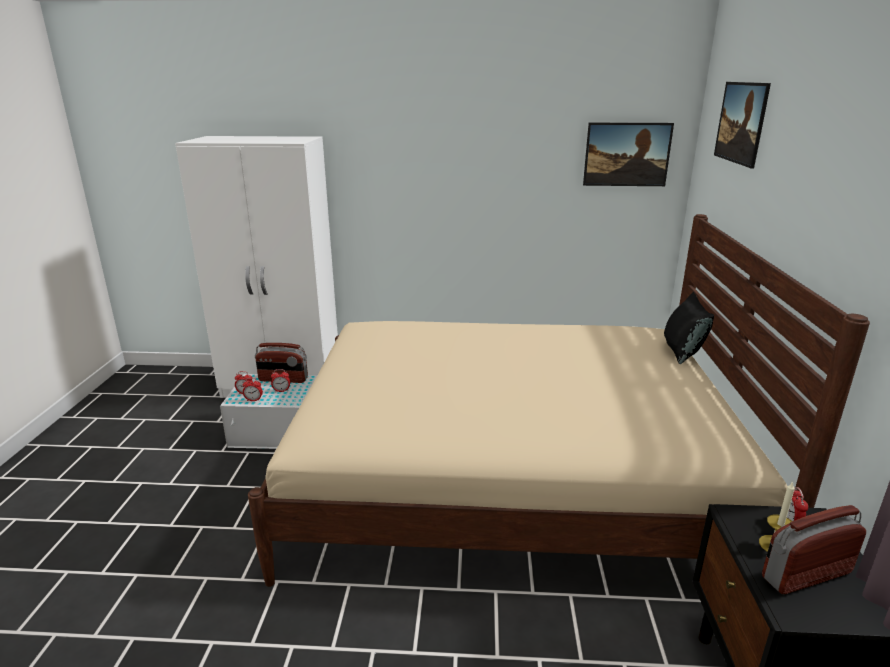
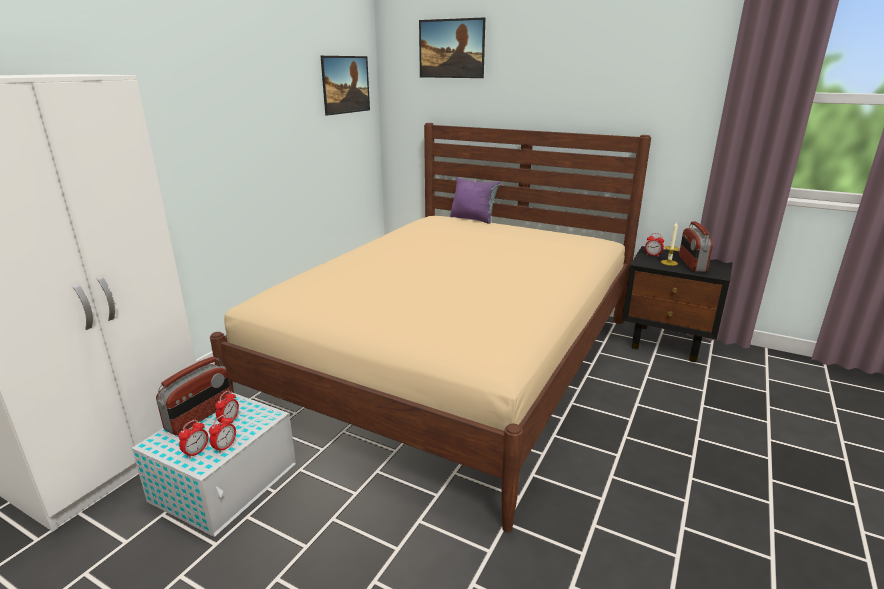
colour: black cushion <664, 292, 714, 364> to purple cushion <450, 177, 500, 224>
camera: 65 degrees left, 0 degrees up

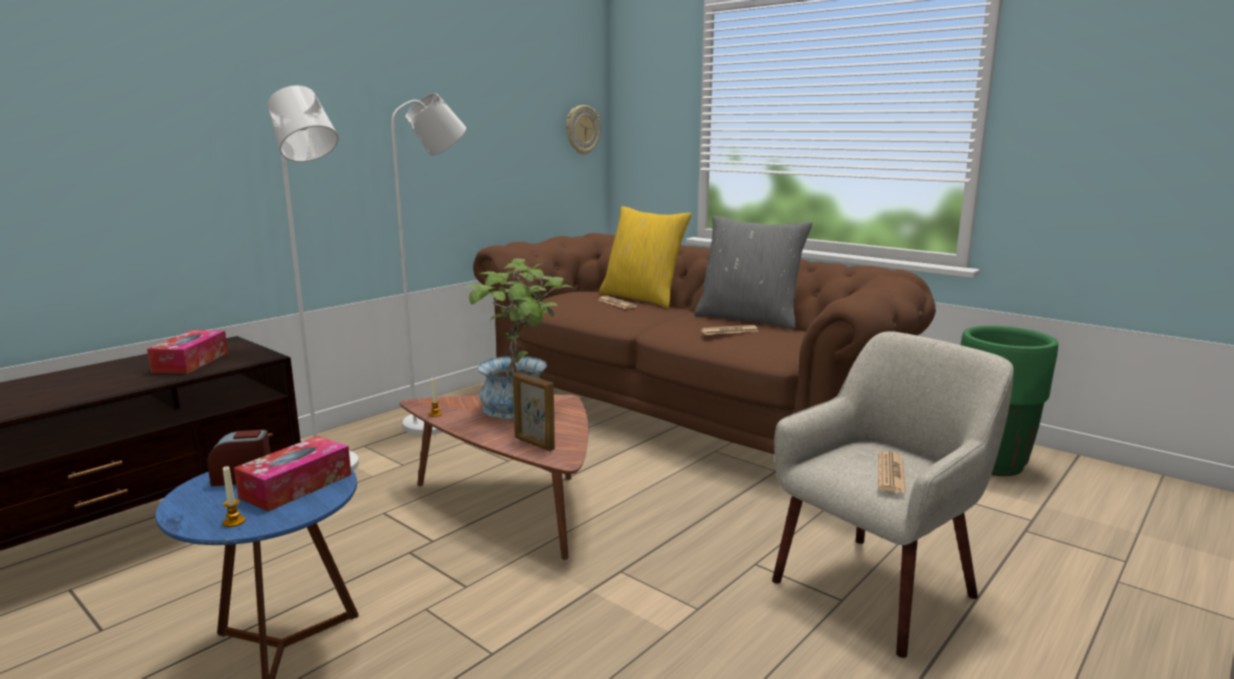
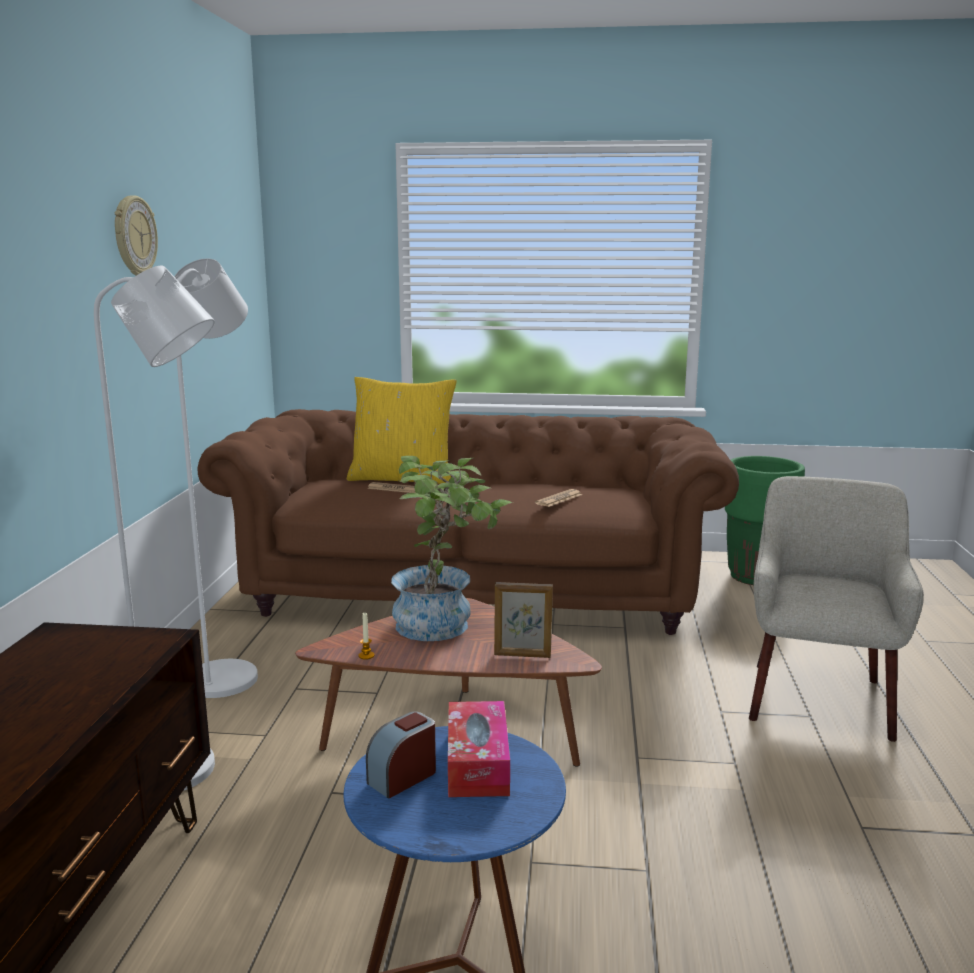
missing: box of tissues <147, 330, 228, 374>; wax candle <222, 466, 246, 527>; grey cushion <694, 216, 812, 329>; printed paper <878, 451, 906, 493>
relocated: wall clock <566, 105, 601, 155> to <115, 195, 158, 275>
camera: 35 degrees left, 0 degrees up

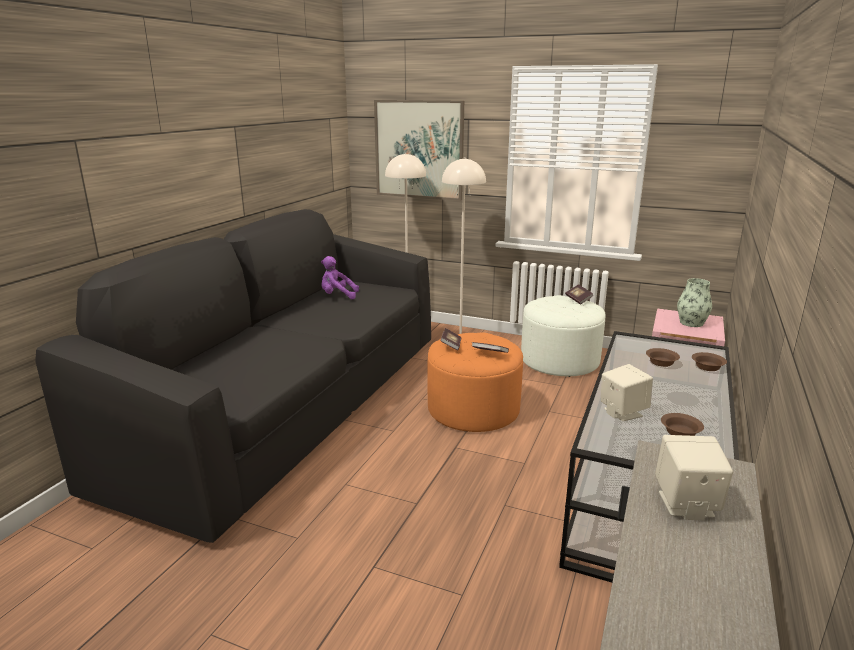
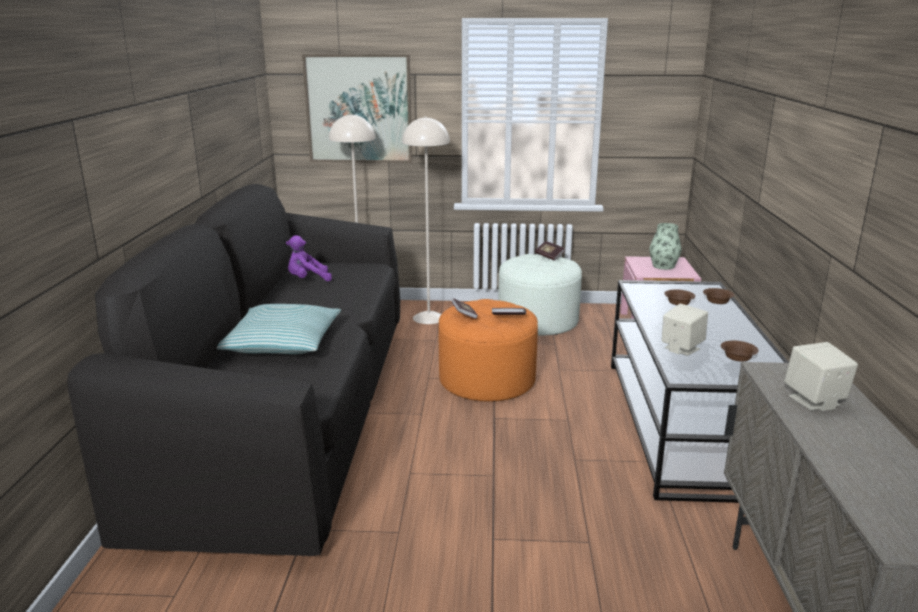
appeared: cushion <217, 304, 341, 354>
camera: 20 degrees left, 0 degrees up

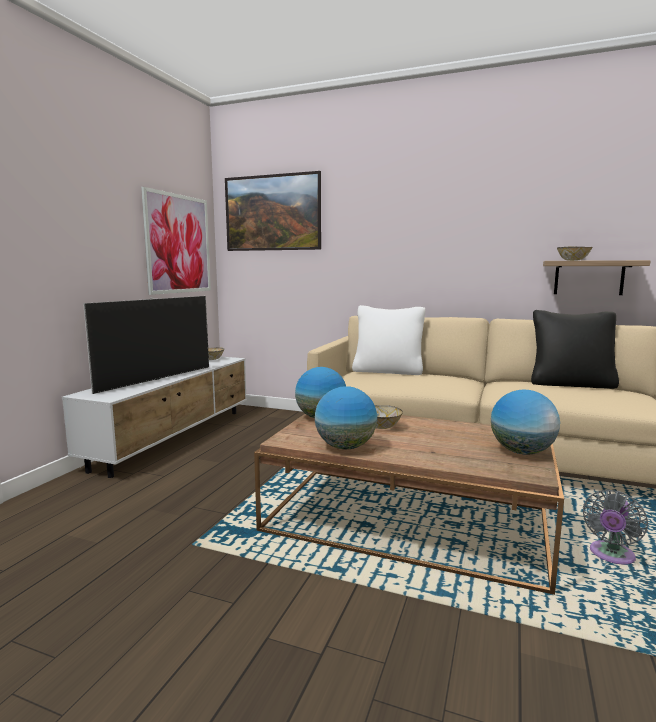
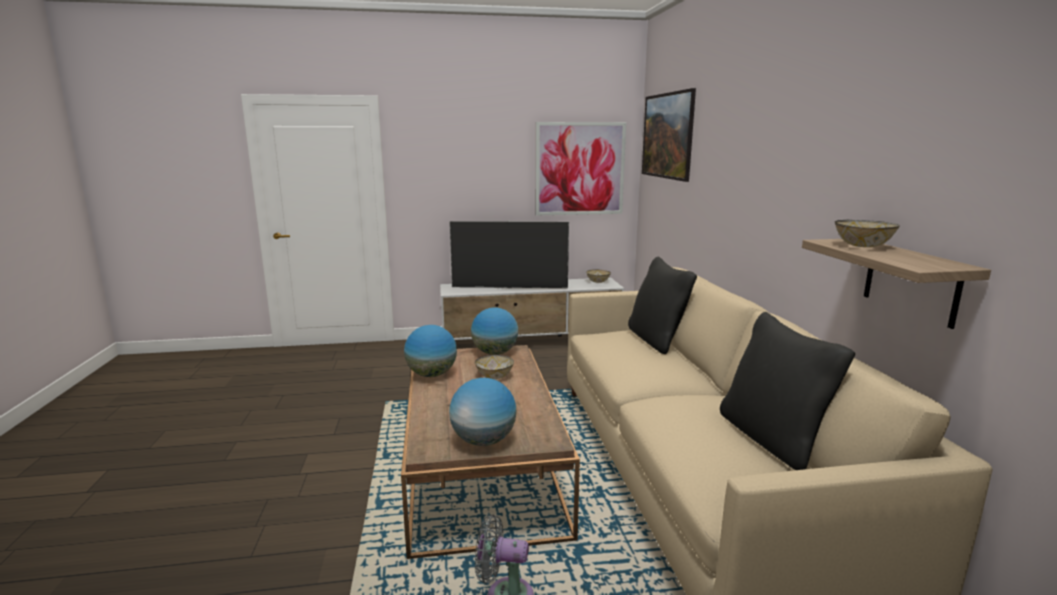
colour: white cushion <352, 305, 425, 375> to black cushion <628, 257, 697, 354>
camera: 60 degrees right, 5 degrees up

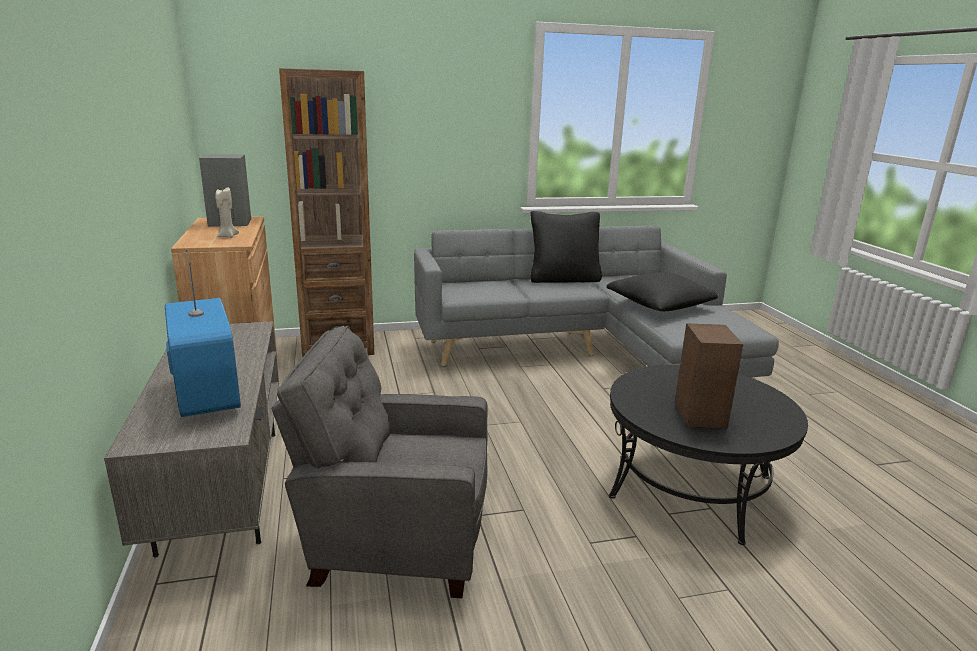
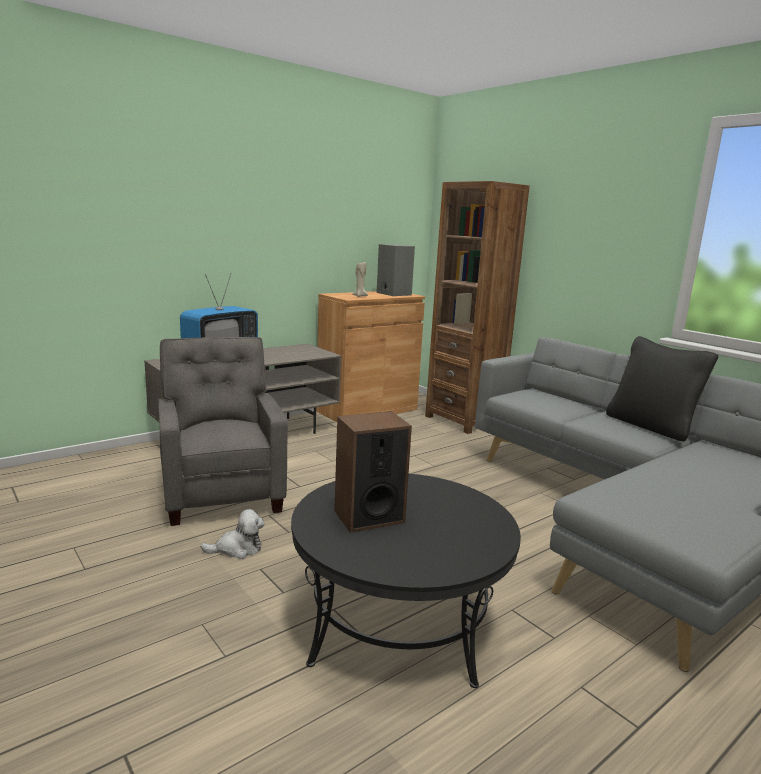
missing: black cushion <606, 272, 718, 311>
appeared: cuddly toy <201, 509, 265, 559>
camera: 65 degrees right, 5 degrees down

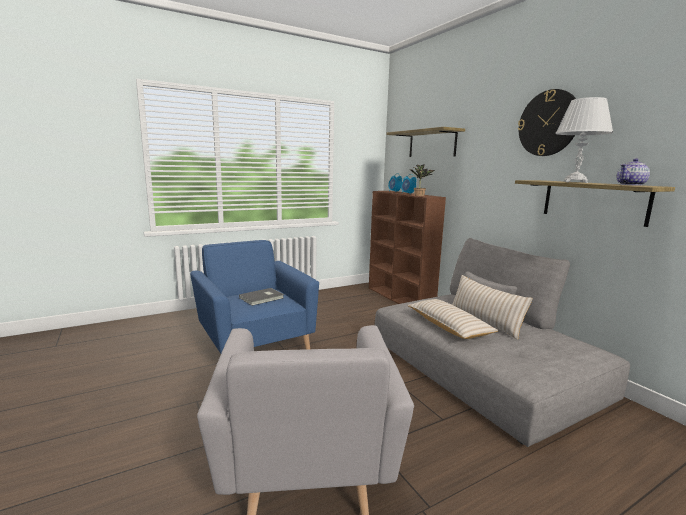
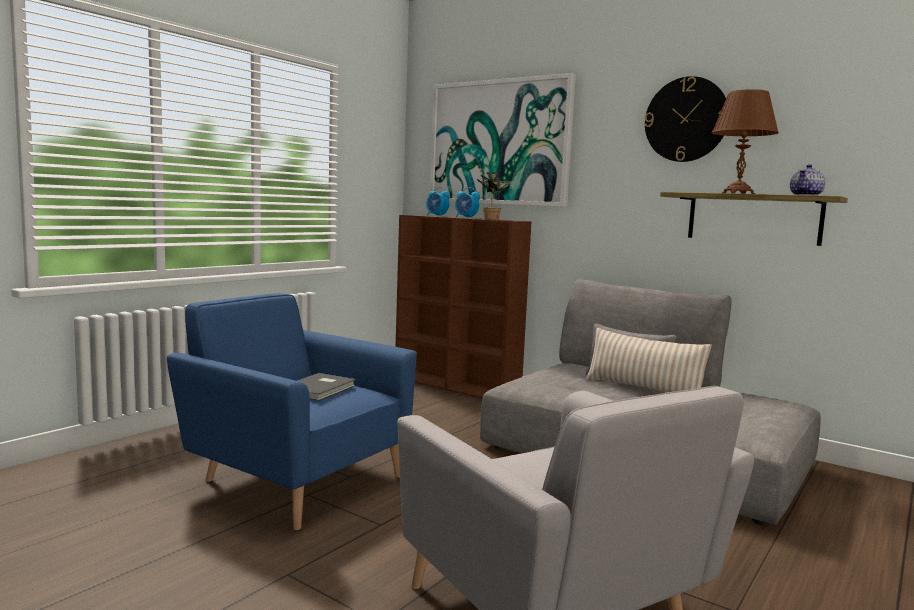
missing: sand-coloured cushion <408, 299, 498, 339>
exchanged: shelf <386, 127, 465, 157> to wall picture <430, 73, 576, 207>
colour: white table lamp <555, 97, 613, 183> to brown-coloured table lamp <711, 89, 779, 194>
camera: 25 degrees left, 5 degrees down

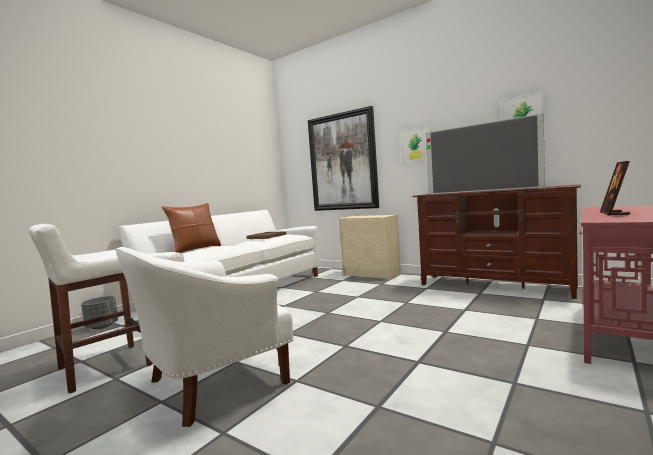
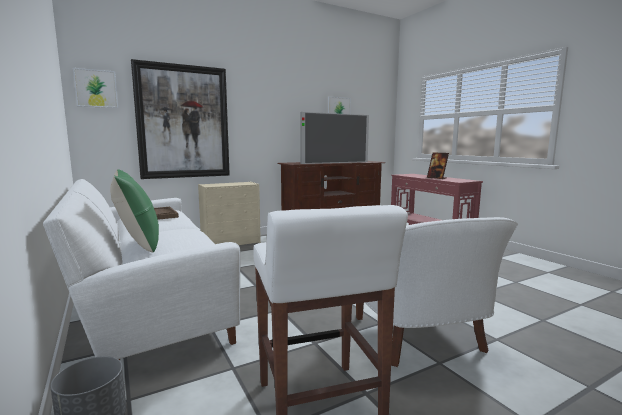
relocated: wall picture <400, 126, 431, 162> to <73, 68, 118, 108>
colour: brown-coloured cushion <161, 203, 221, 253> to greenish cushion <110, 169, 159, 253>
camera: 65 degrees left, 5 degrees up

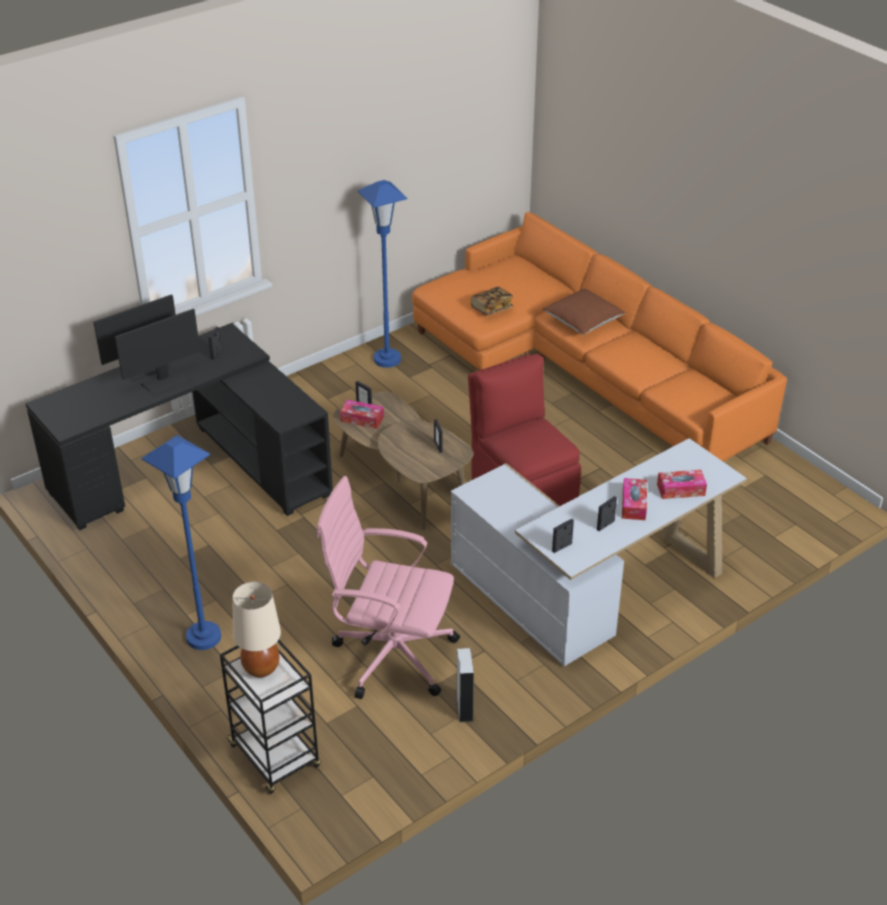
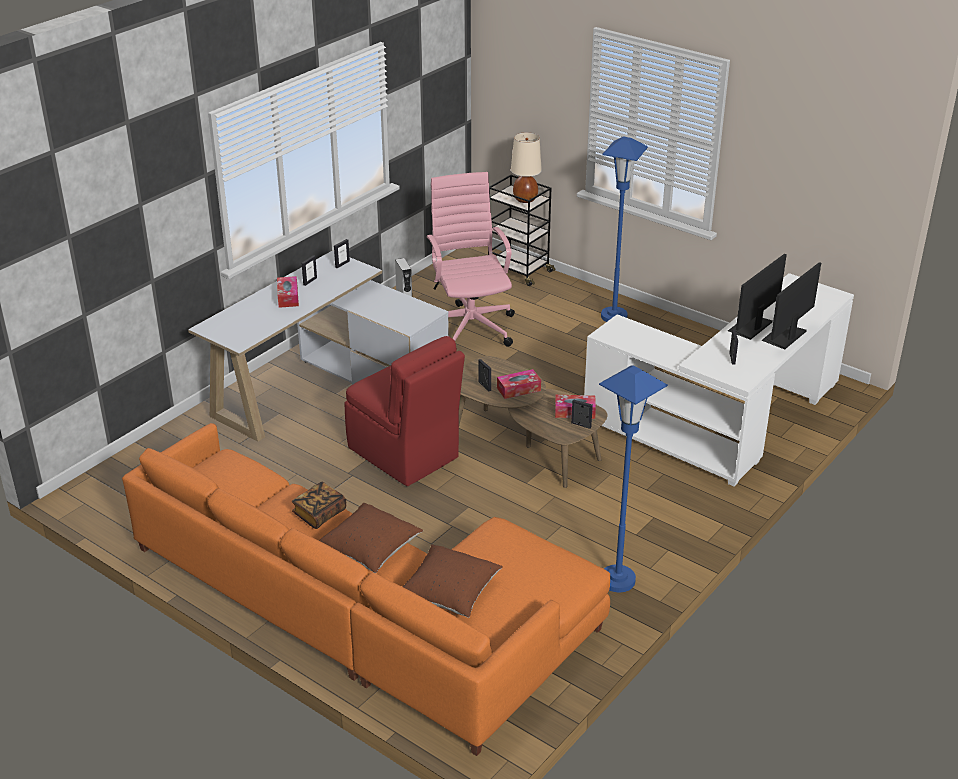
appeared: brown-coloured cushion <403, 545, 503, 618>
relocated: volume <471, 287, 513, 315> to <292, 482, 346, 529>; box of tissues <657, 470, 707, 499> to <497, 369, 541, 399>
colour: black desk unit <25, 323, 333, 530> to white desk unit <584, 273, 854, 487>
spun: pink-coloured computer chair <316, 476, 460, 699> = <427, 172, 515, 347> 105 degrees counterclockwise
camera: 165 degrees right, 5 degrees down

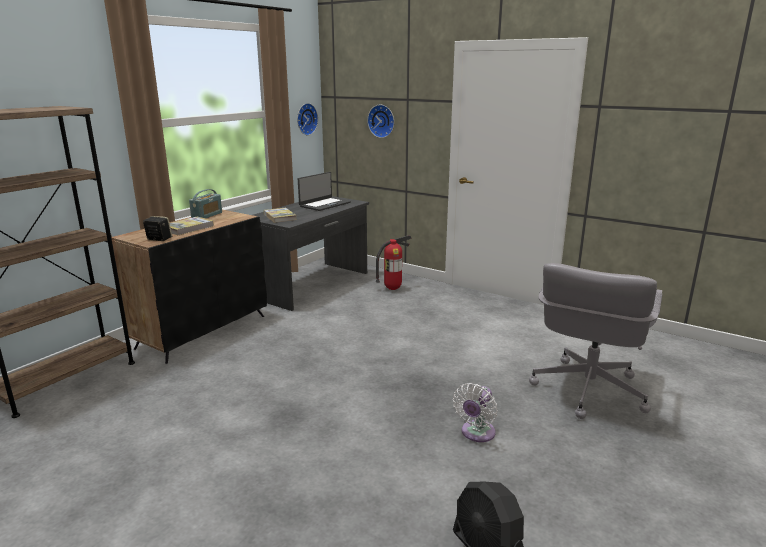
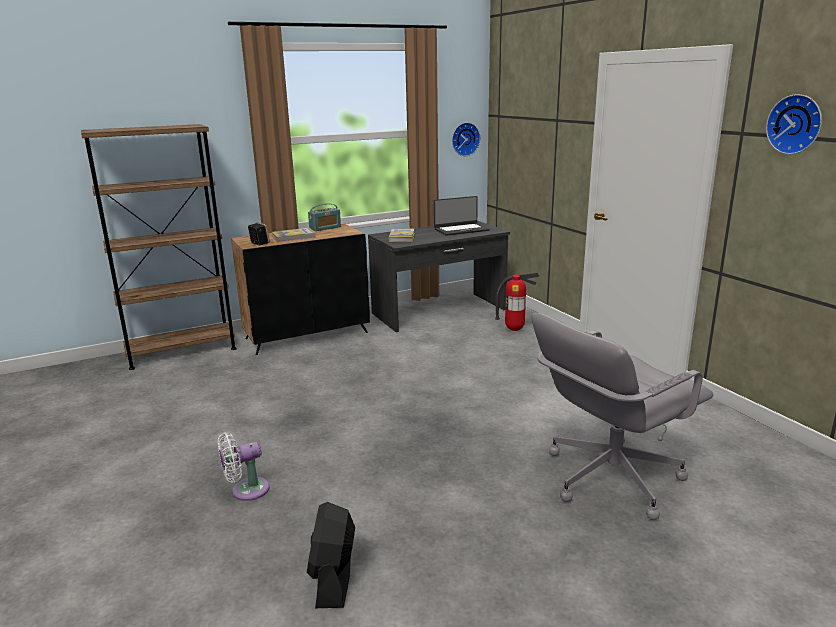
relocated: white electric fan <453, 383, 497, 442> to <218, 433, 270, 501>; wall clock <367, 105, 394, 138> to <766, 94, 822, 154>
camera: 30 degrees right, 0 degrees up

